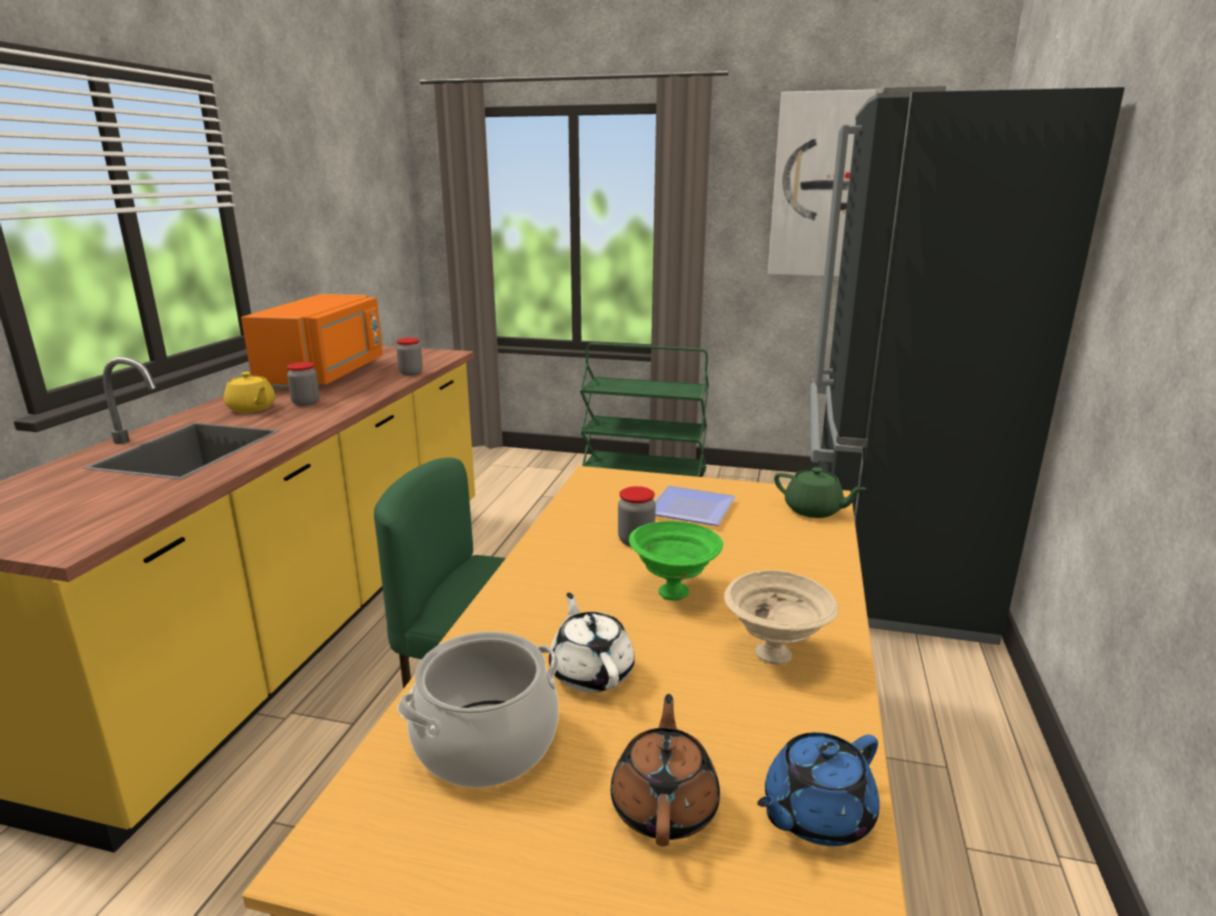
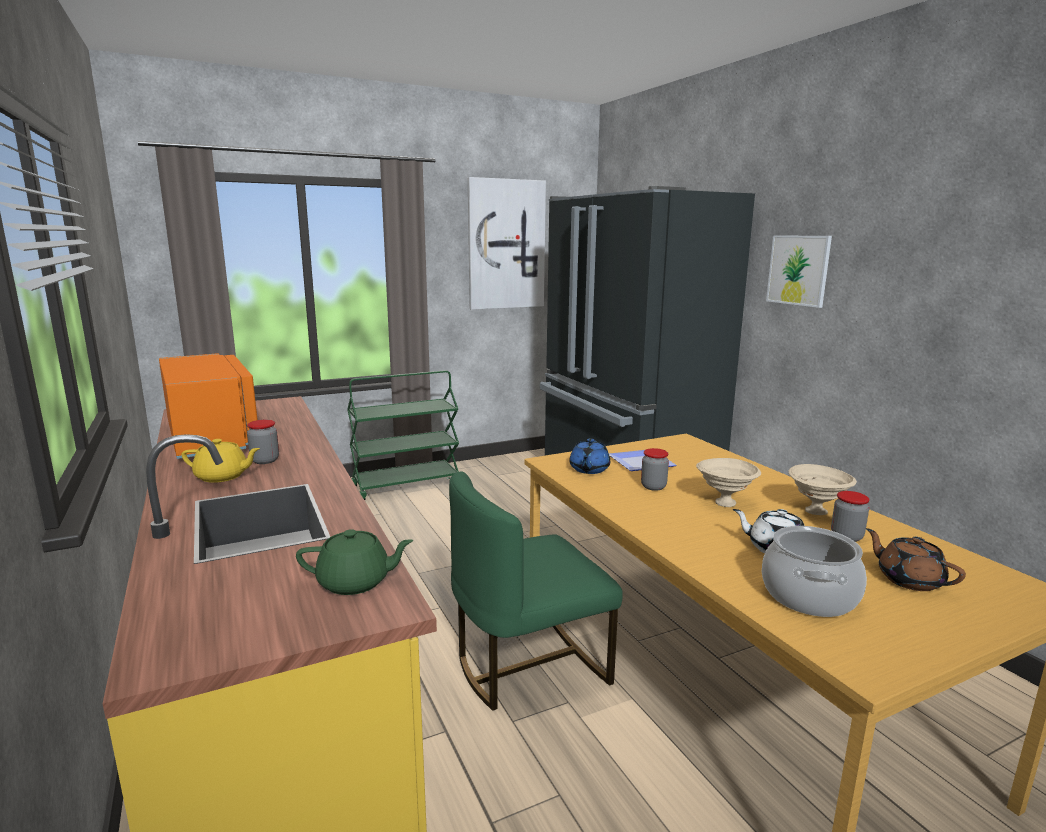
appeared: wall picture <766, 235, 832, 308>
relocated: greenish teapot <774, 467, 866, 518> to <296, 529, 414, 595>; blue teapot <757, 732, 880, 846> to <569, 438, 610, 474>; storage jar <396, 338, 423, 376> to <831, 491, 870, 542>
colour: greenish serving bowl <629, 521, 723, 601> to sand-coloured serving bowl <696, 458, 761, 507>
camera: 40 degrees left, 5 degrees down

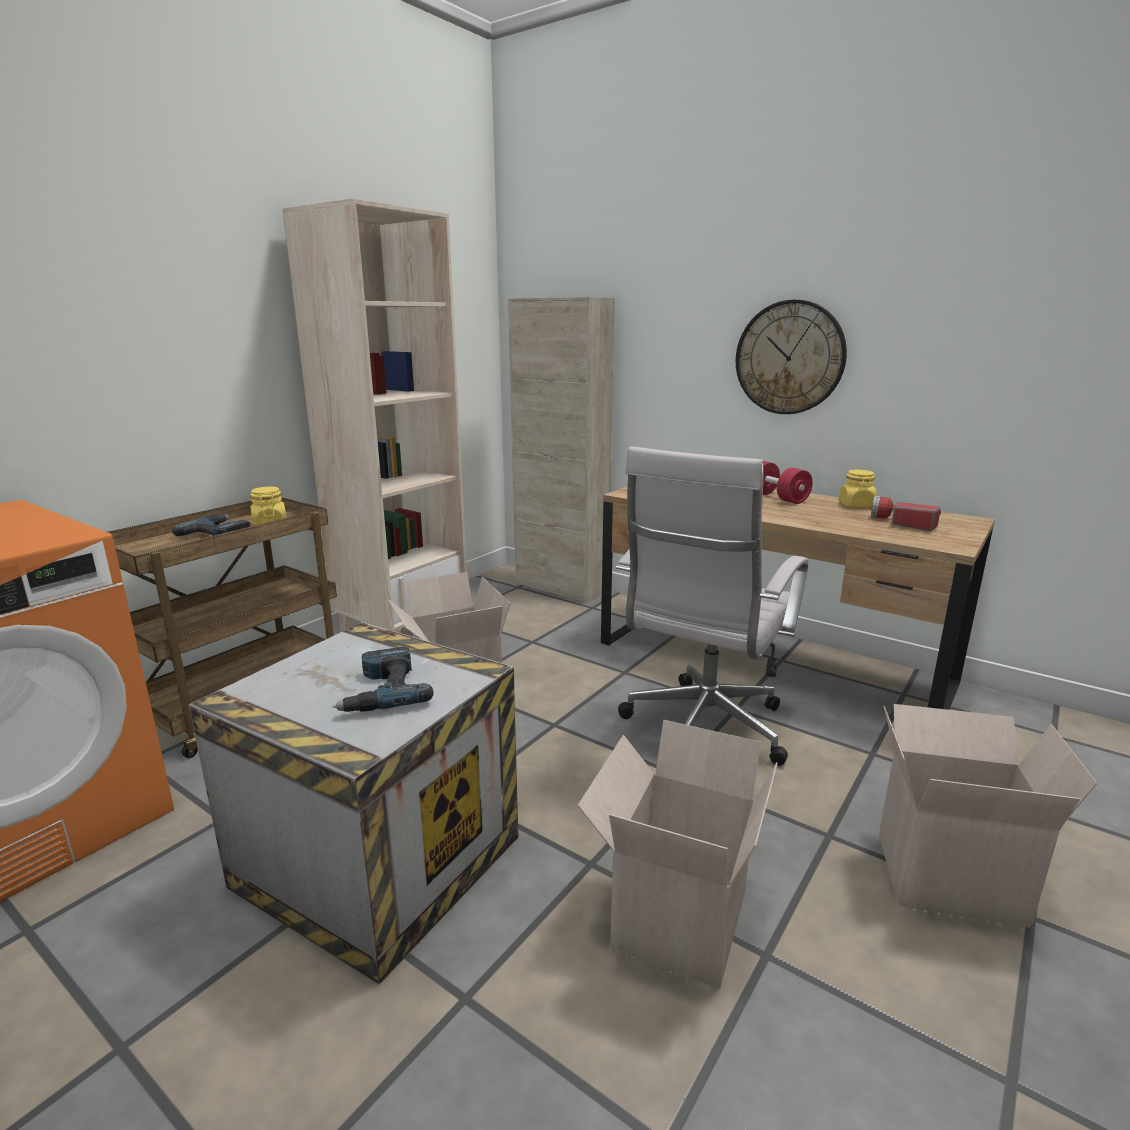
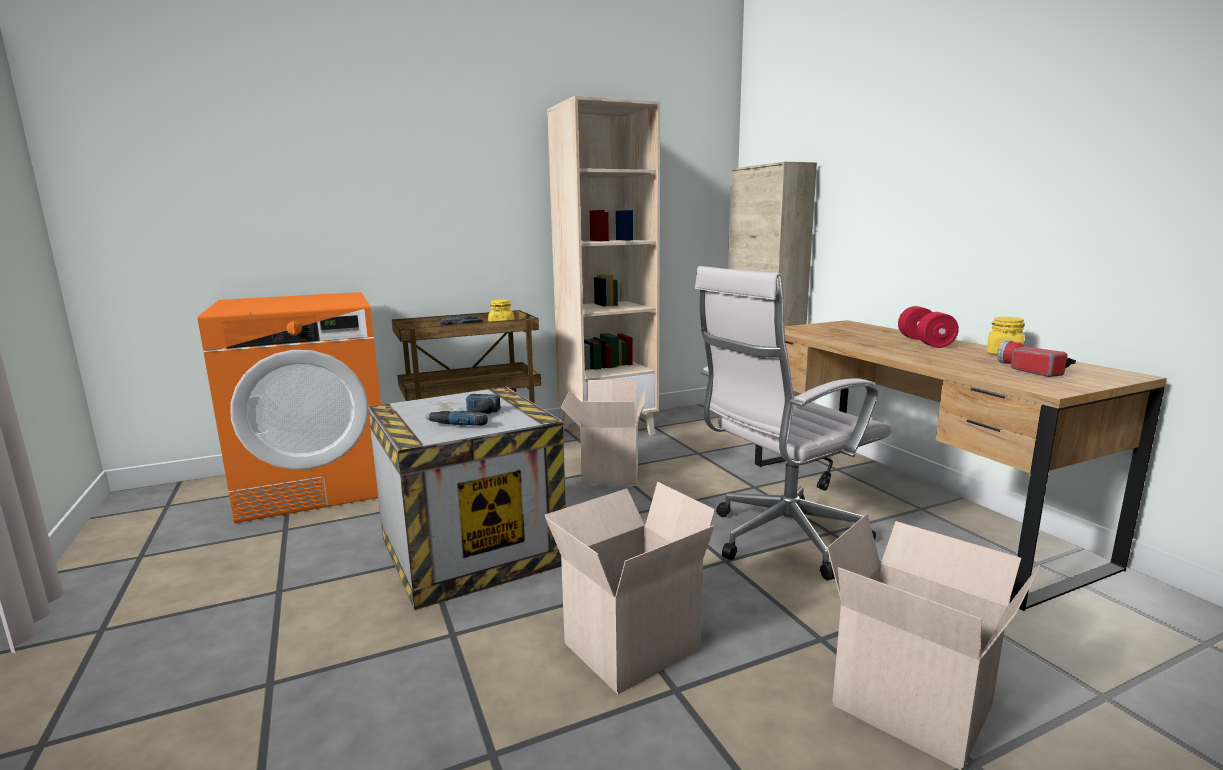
missing: wall clock <736, 300, 847, 414>
camera: 30 degrees right, 5 degrees down

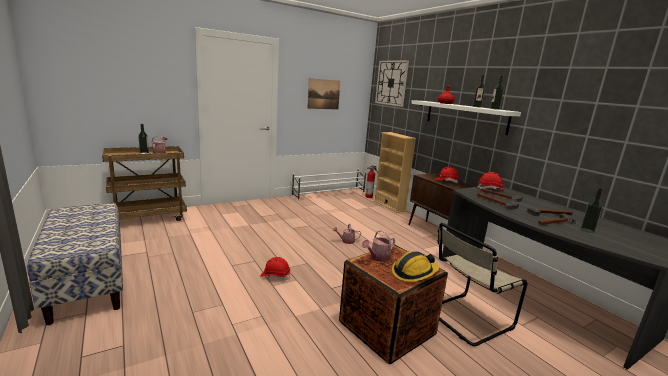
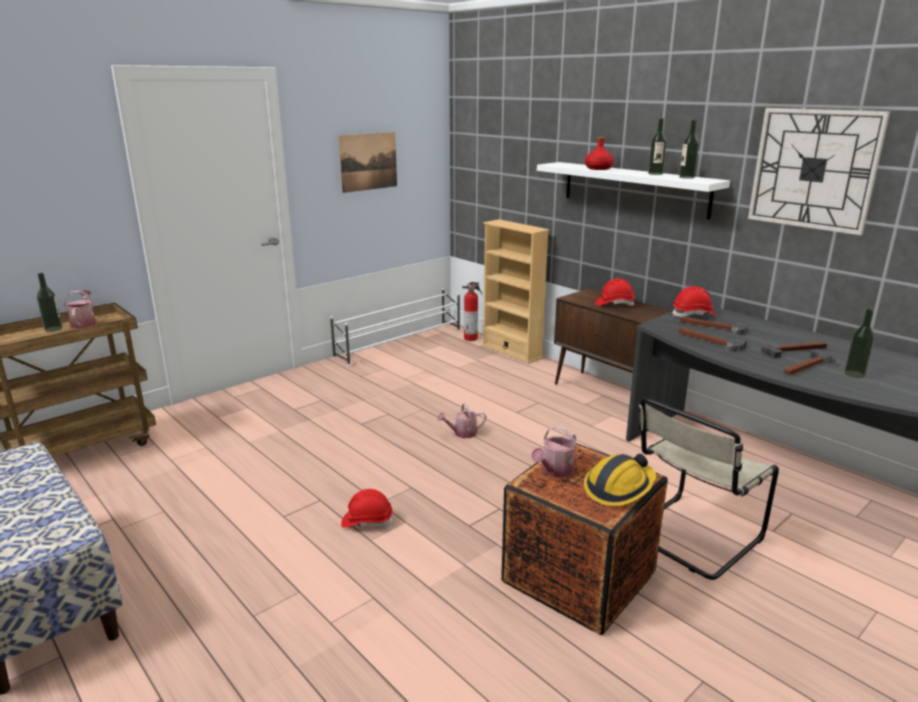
relocated: wall clock <375, 60, 409, 107> to <748, 108, 890, 235>
camera: 10 degrees left, 5 degrees up

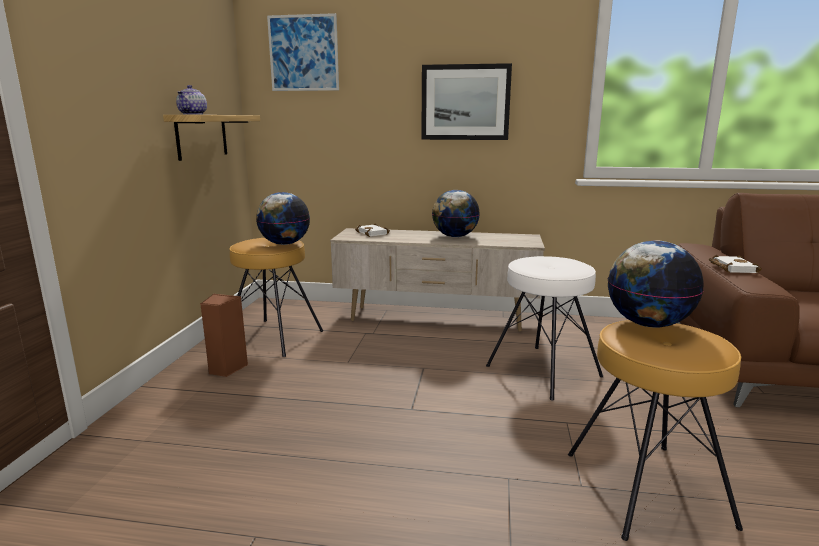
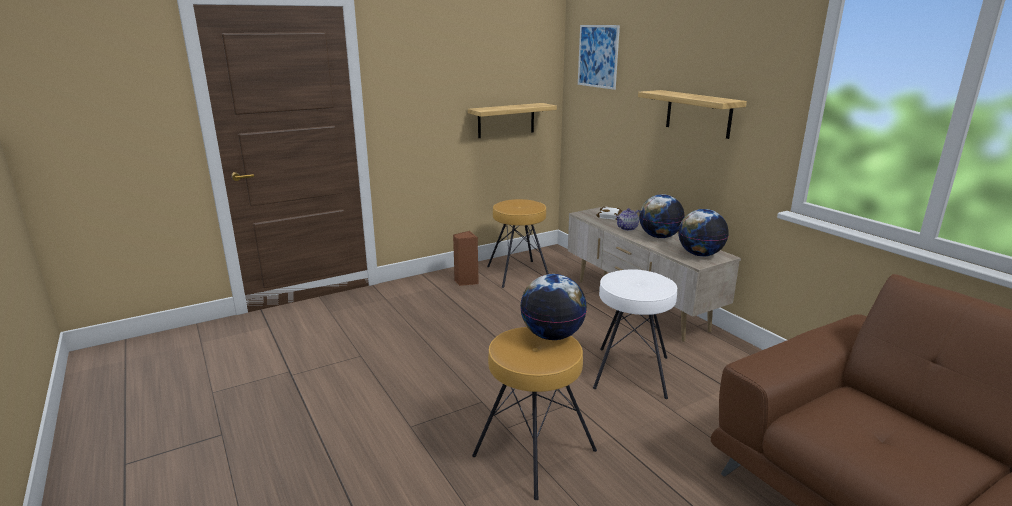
missing: white volume <709, 255, 762, 273>
relocated: teapot <176, 85, 207, 114> to <615, 208, 640, 231>; world globe <256, 192, 310, 245> to <678, 209, 729, 257>
exchanged: wall picture <421, 63, 512, 140> to shelf <638, 90, 747, 139>
camera: 50 degrees right, 5 degrees up

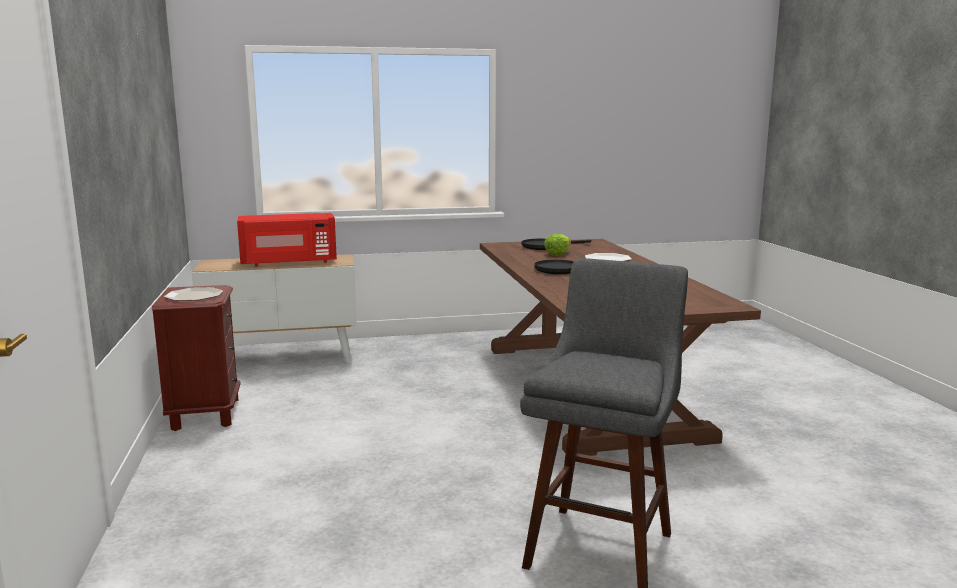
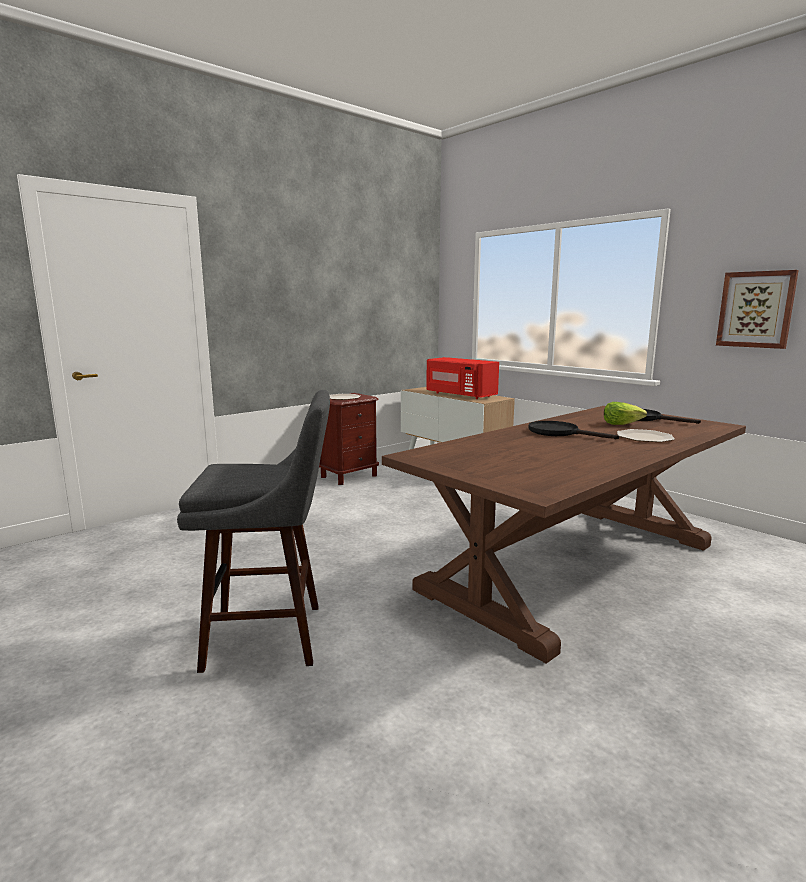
appeared: wall picture <716, 270, 799, 349>
camera: 60 degrees right, 0 degrees up

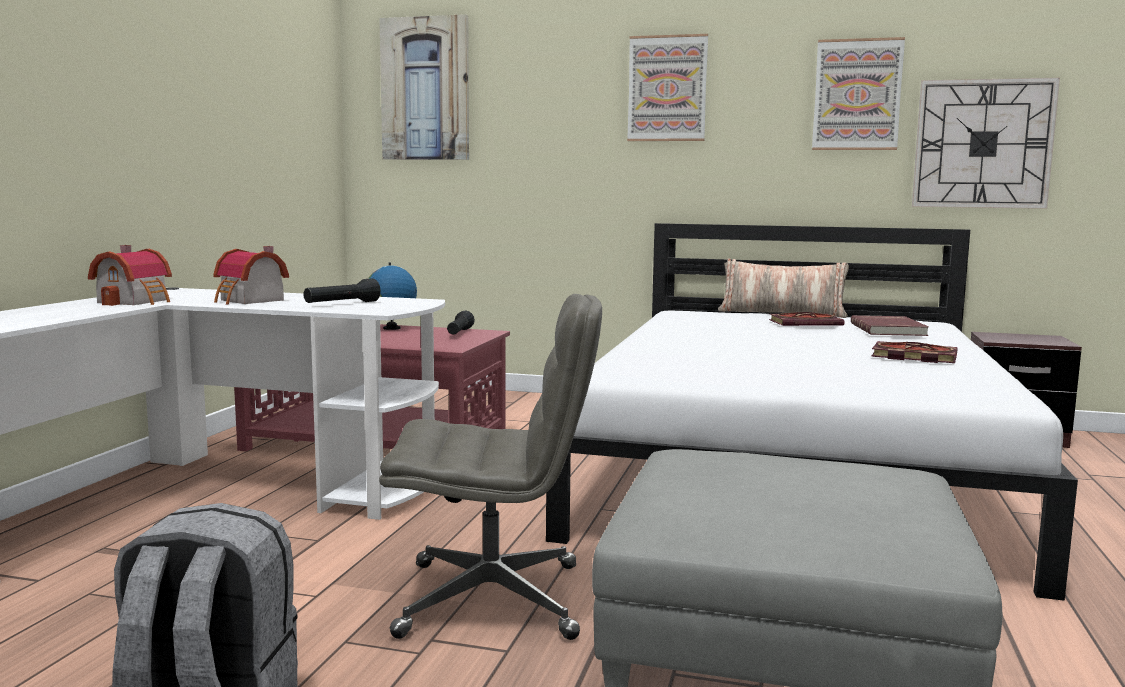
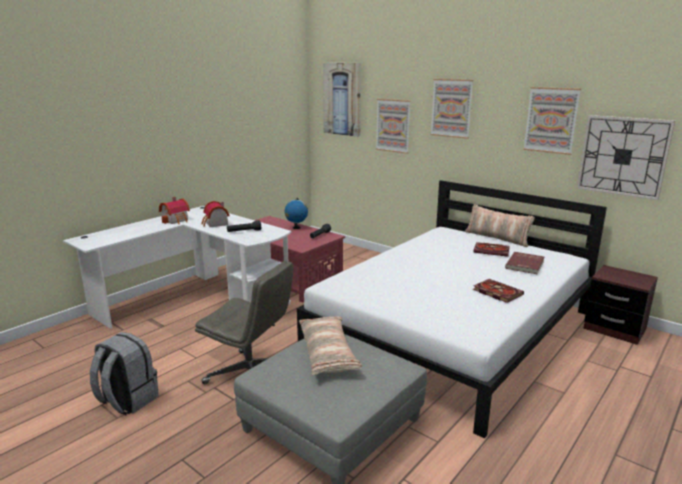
appeared: cushion <299, 317, 362, 375>; wall picture <376, 99, 411, 154>
camera: 25 degrees right, 10 degrees up

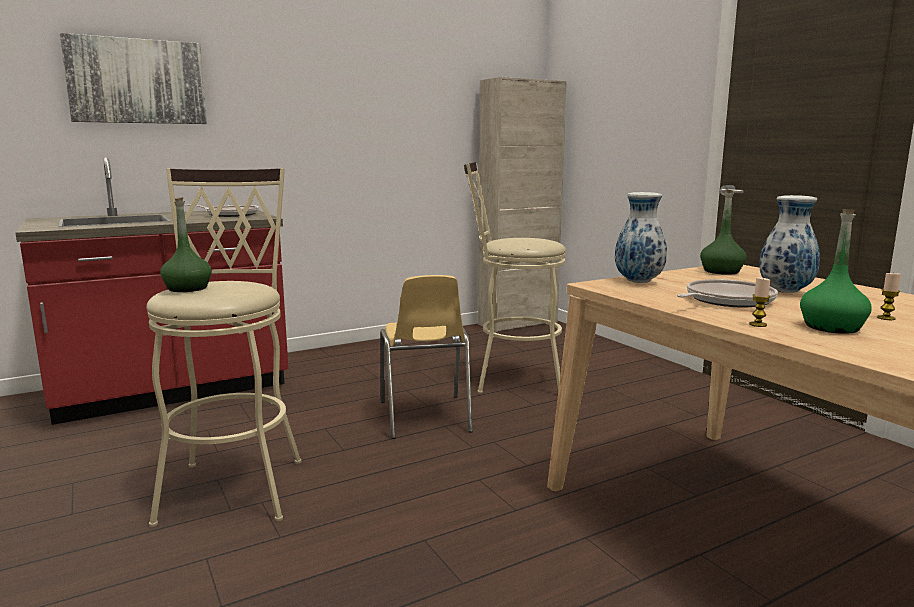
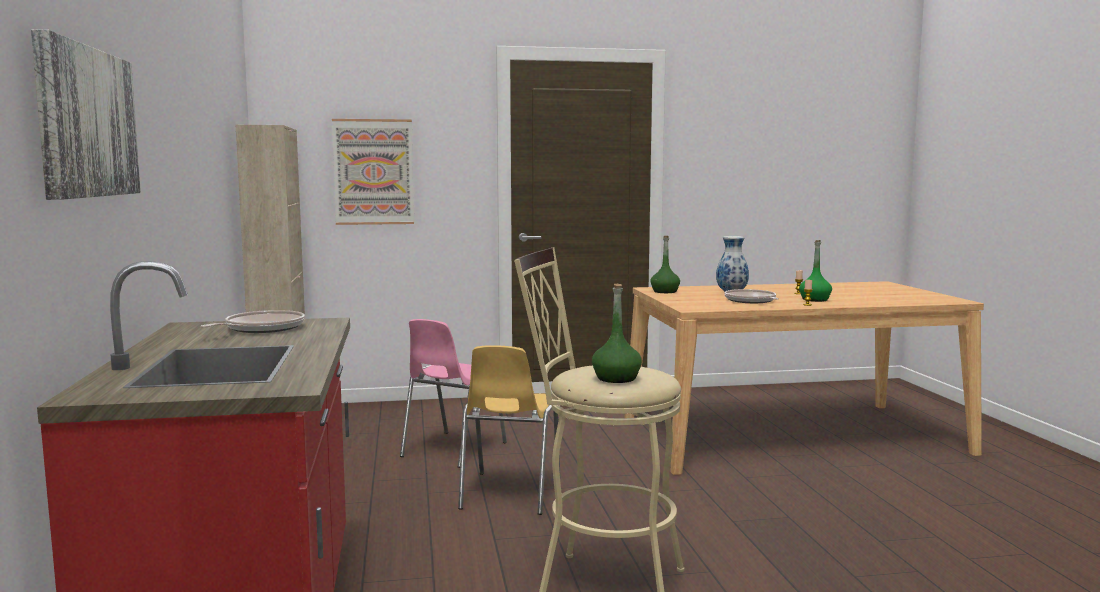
missing: decorative vase <615, 192, 667, 283>
appeared: wall picture <332, 119, 414, 225>
exchanged: sand-coloured sitting stool <464, 162, 566, 393> to pink-coloured plain chair <400, 319, 507, 468>
spun: yellowish plain chair <380, 275, 473, 439> = <458, 345, 561, 515> 90 degrees clockwise
camera: 70 degrees left, 5 degrees down

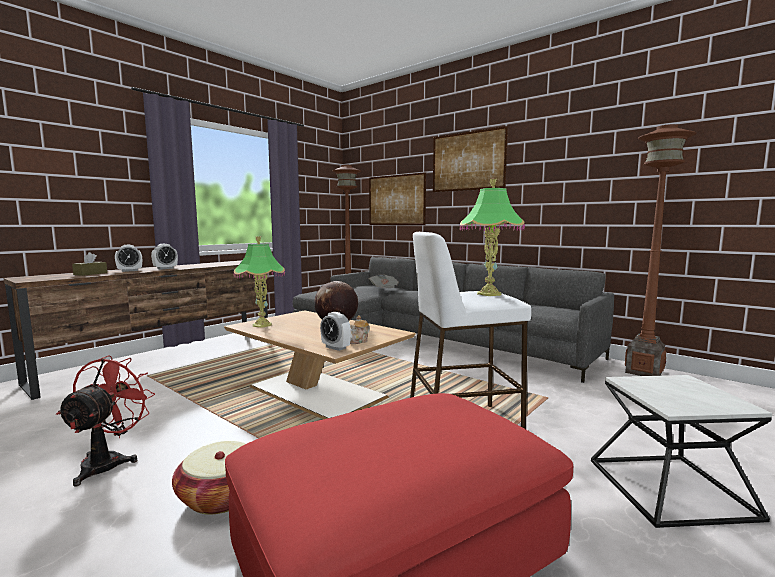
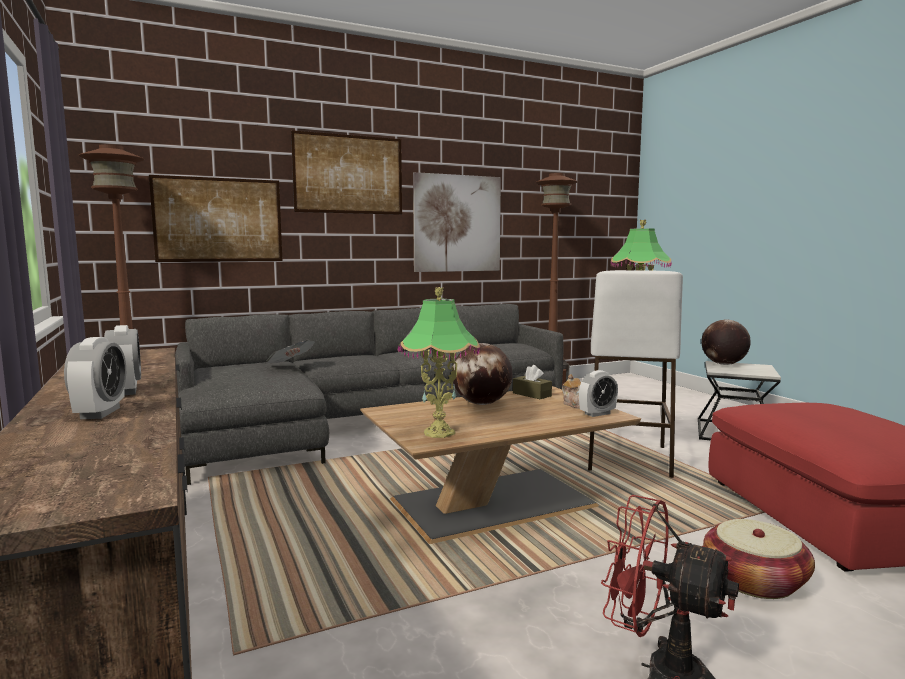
appeared: wall picture <413, 172, 501, 272>; world globe <702, 319, 751, 365>
relocated: brown-coloured box of tissues <72, 252, 107, 276> to <513, 365, 552, 399>
camera: 65 degrees left, 0 degrees up

